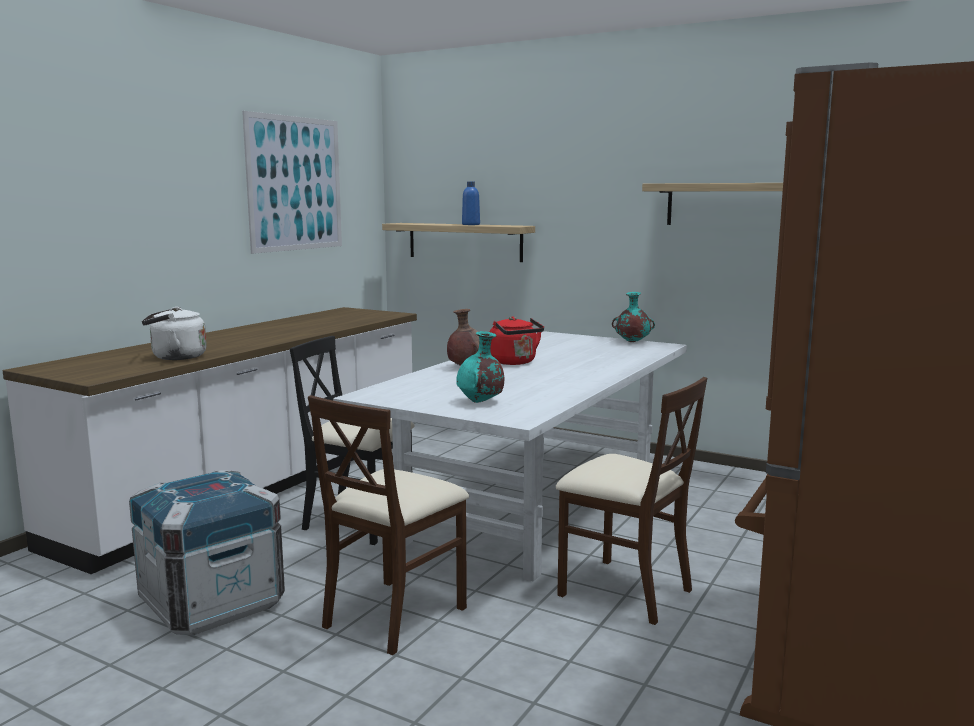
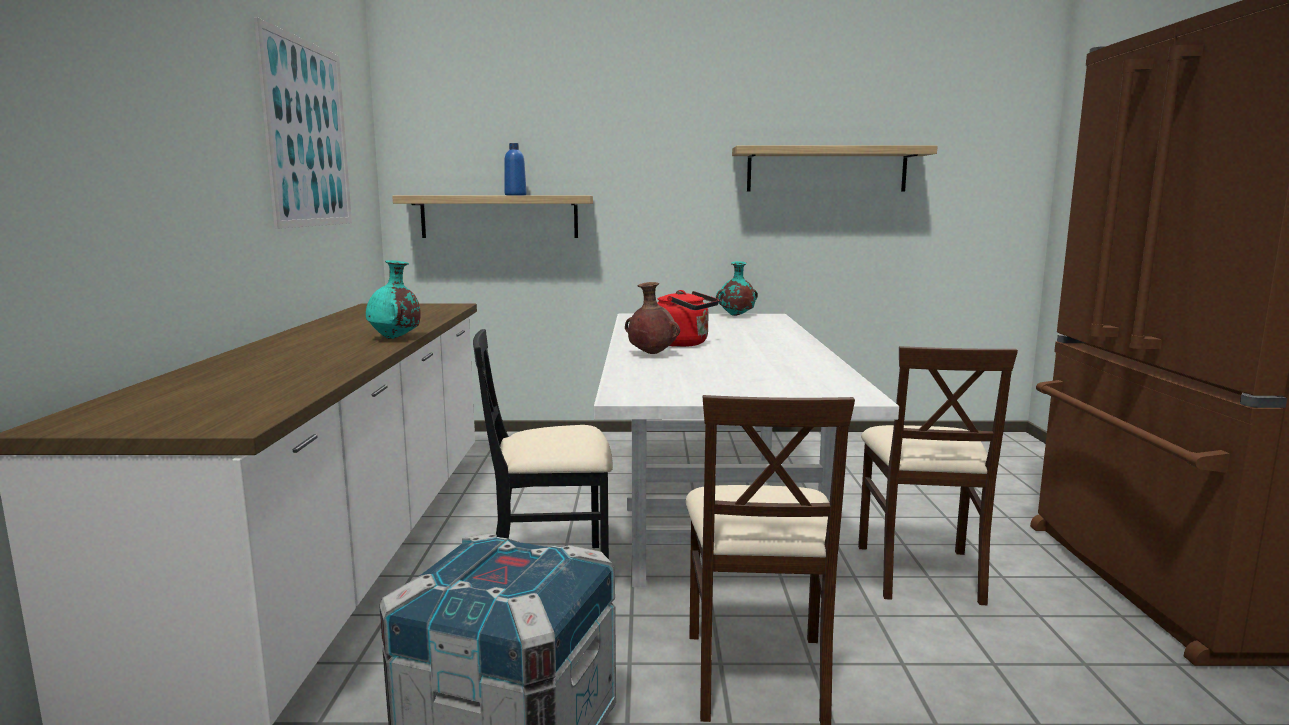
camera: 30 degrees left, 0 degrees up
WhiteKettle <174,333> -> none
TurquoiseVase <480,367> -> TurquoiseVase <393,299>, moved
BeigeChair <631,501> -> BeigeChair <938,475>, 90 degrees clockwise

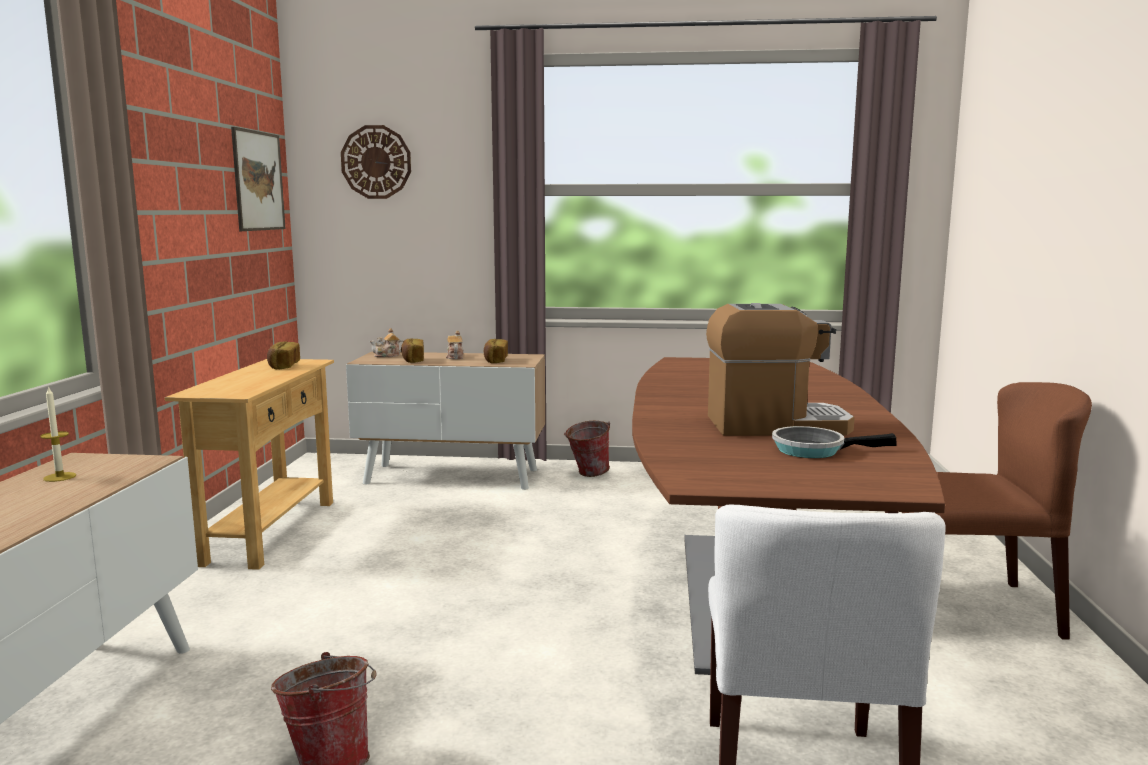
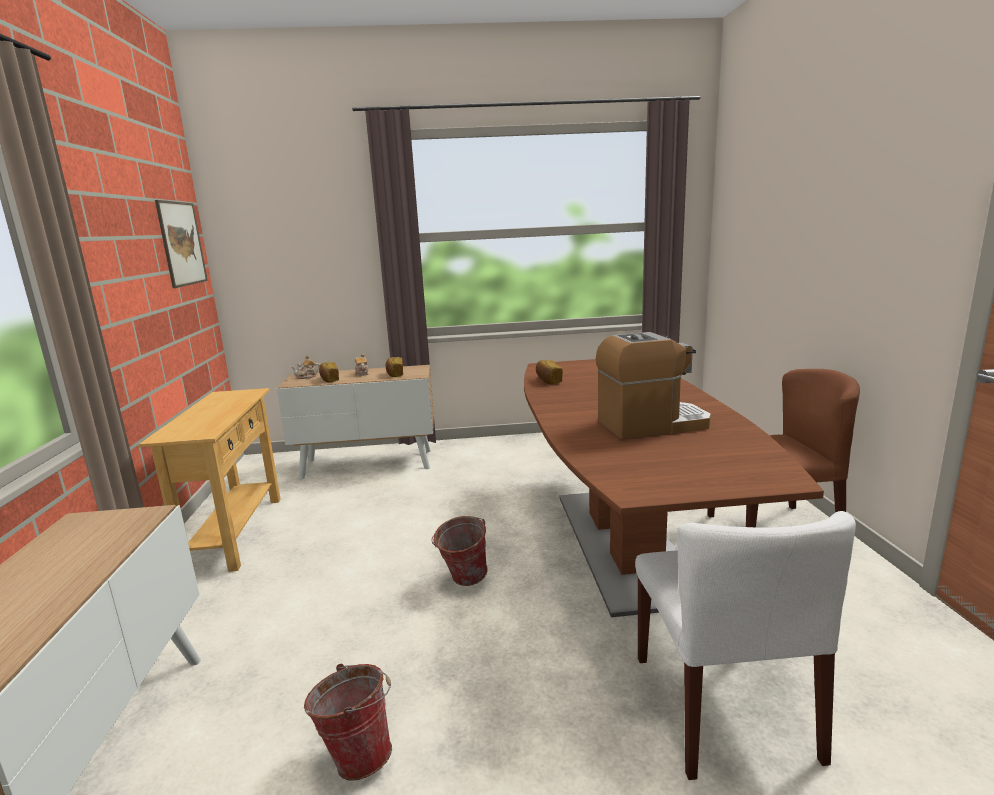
camera: 10 degrees left, 5 degrees up
Candle <58,434> -> none
WallClock <376,162> -> none
FryingPan <834,442> -> none
Bread <283,355> -> Bread <549,372>, moved
Bucket <587,449> -> Bucket <459,551>, moved

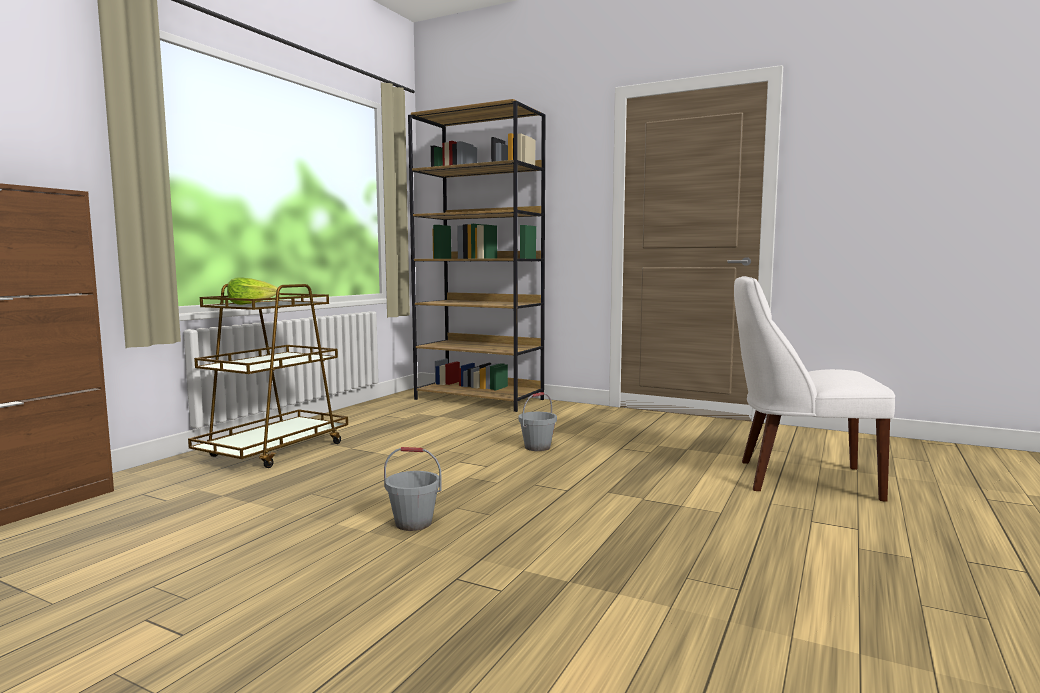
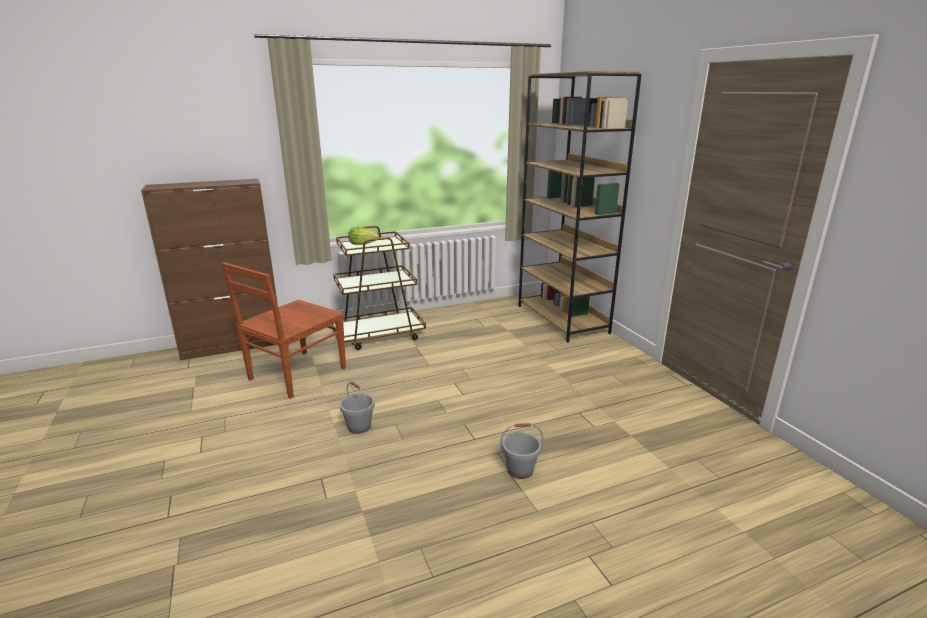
camera: 40 degrees right, 15 degrees up
WhiteChair <814,389> -> none
none -> BrownChair <284,330>
GreyBucket <538,421> -> GreyBucket <521,451>, moved

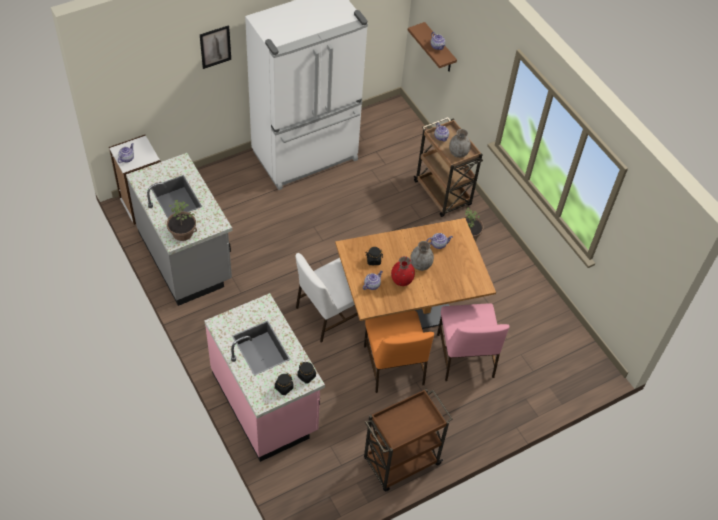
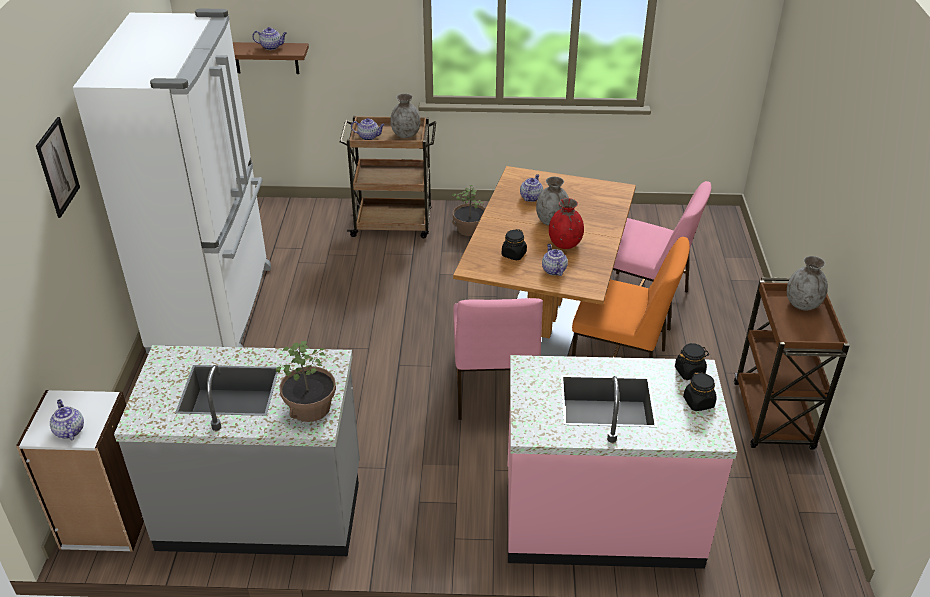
camera: 55 degrees left, 15 degrees down
none -> GreyVase <807,283>
WhiteChair <326,298> -> PinkChair <498,359>

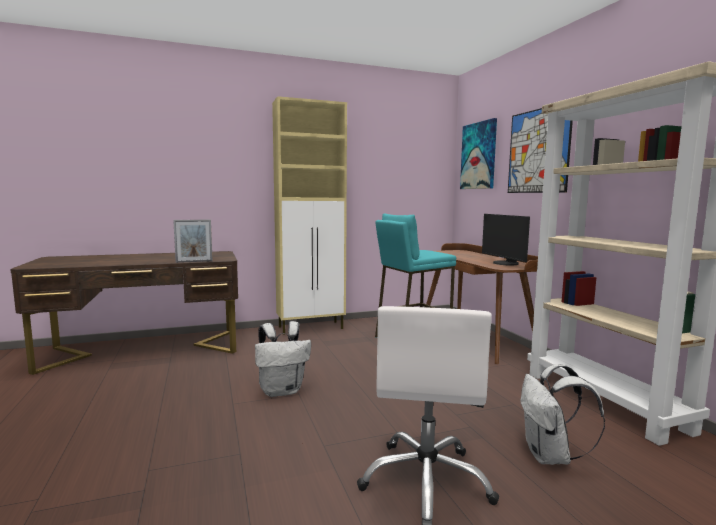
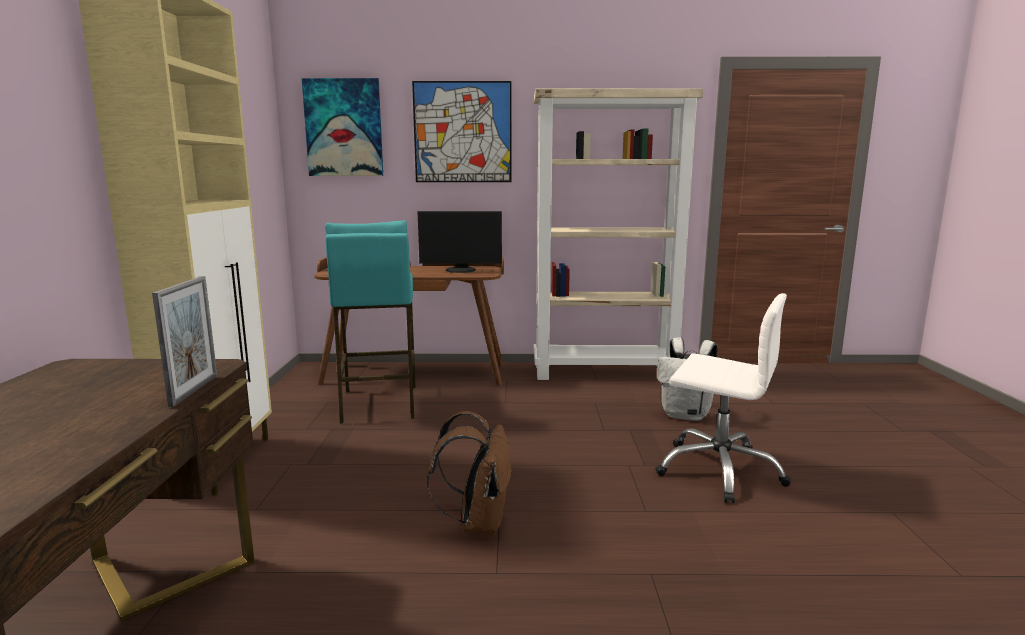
camera: 70 degrees left, 5 degrees up
WhiteBackpack <283,359> -> BrownBackpack <470,473>

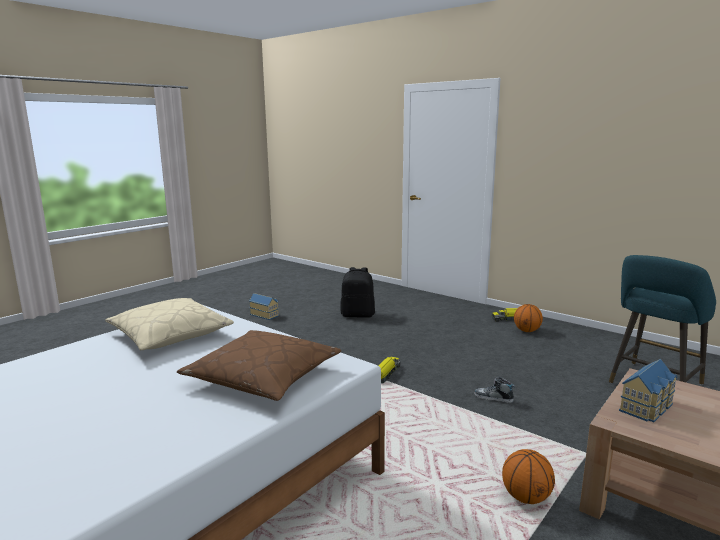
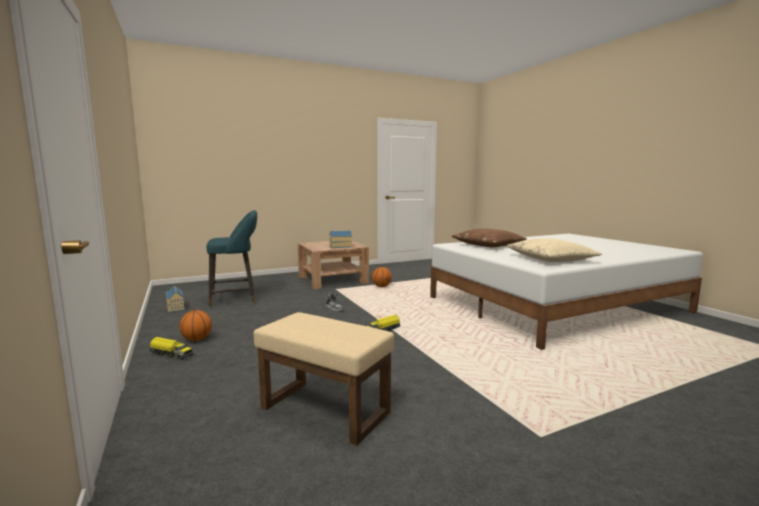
camera: 155 degrees left, 5 degrees down
ToyHouse <264,306> -> ToyHouse <175,299>, moved
BlackBackpack <357,292> -> BeigeOttoman <324,379>

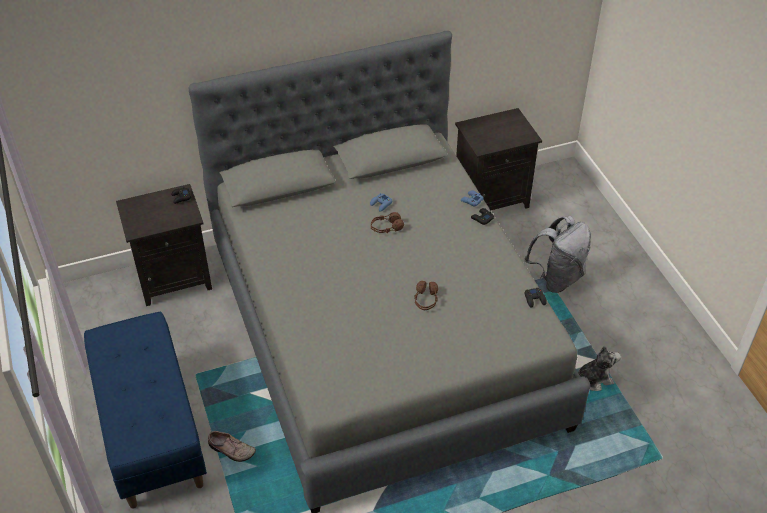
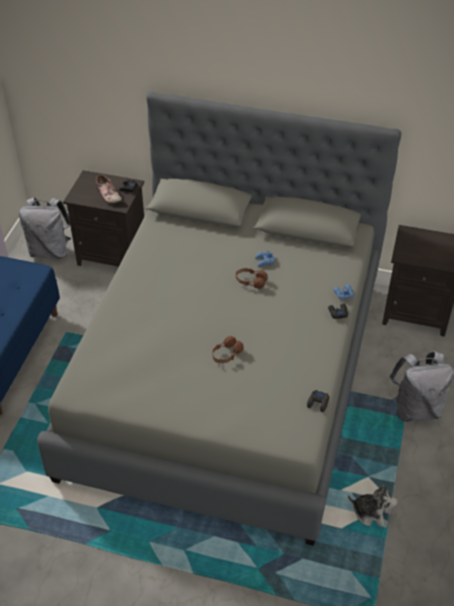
camera: 35 degrees right, 0 degrees up
none -> GreyBackpack <45,228>
Shoe <232,446> -> Shoe <109,189>, moved

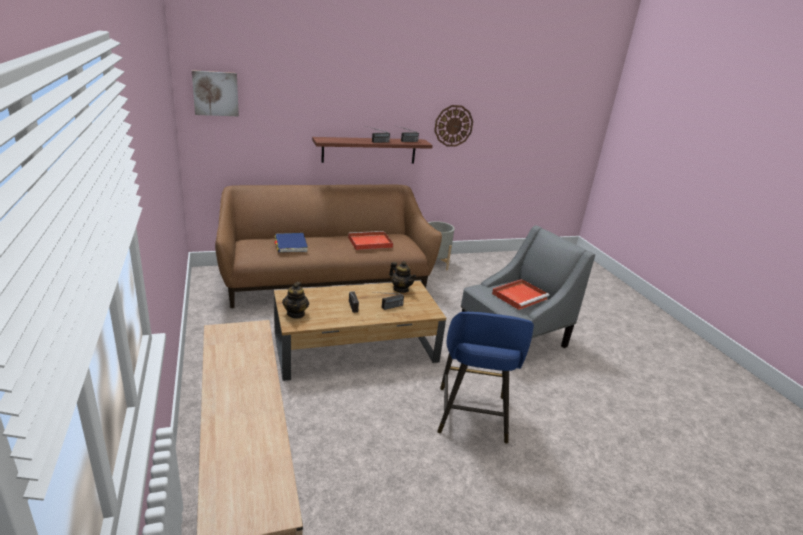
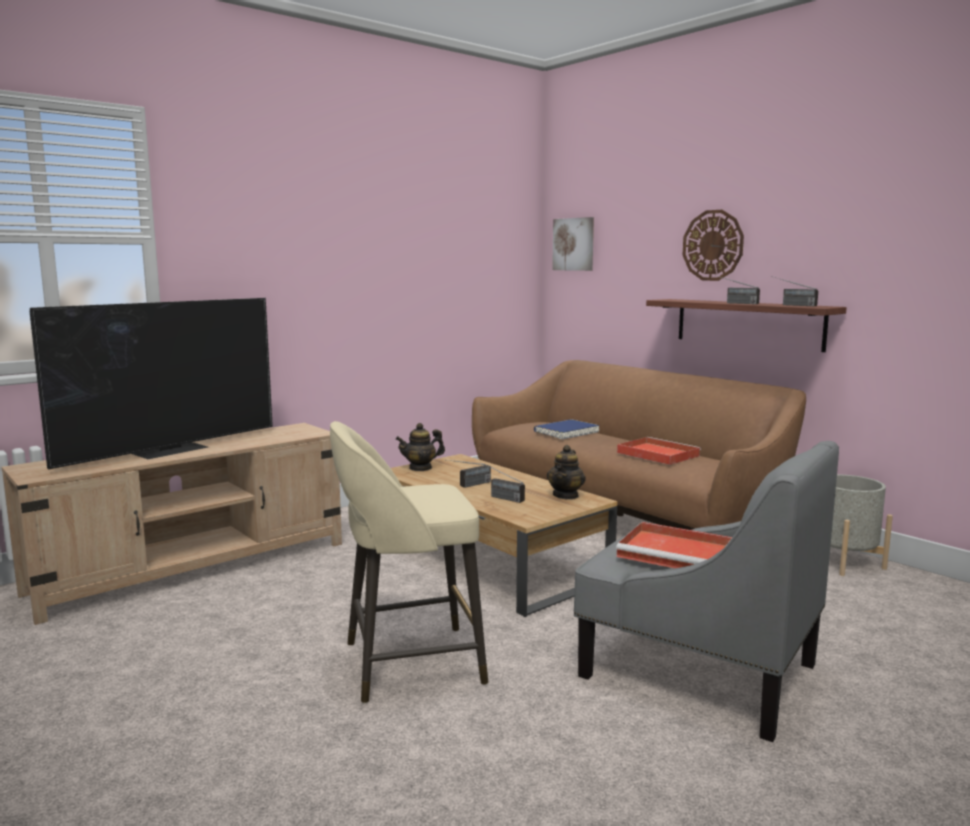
camera: 70 degrees right, 15 degrees down
none -> Television <151,383>
WallClock <453,126> -> WallClock <713,245>, moved
BlueStool <485,378> -> BeigeStool <409,562>

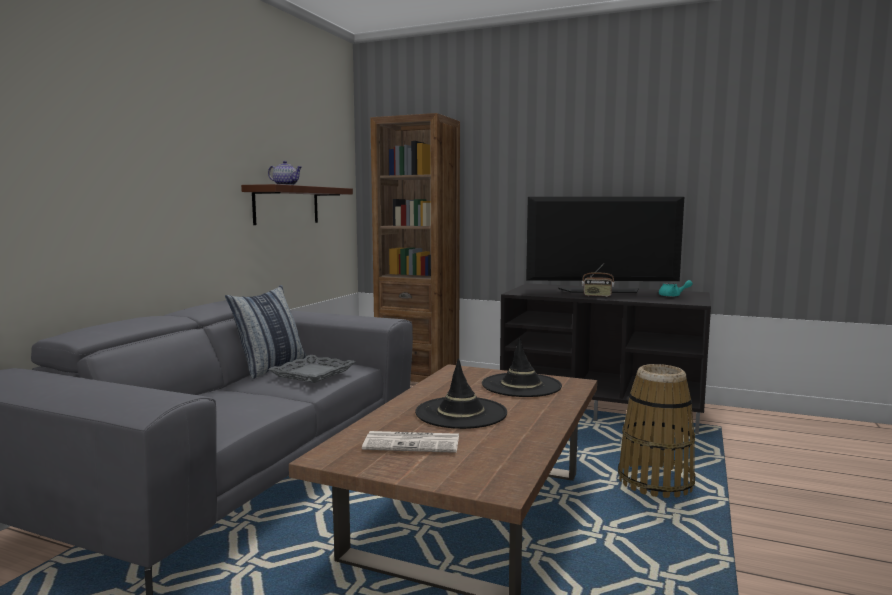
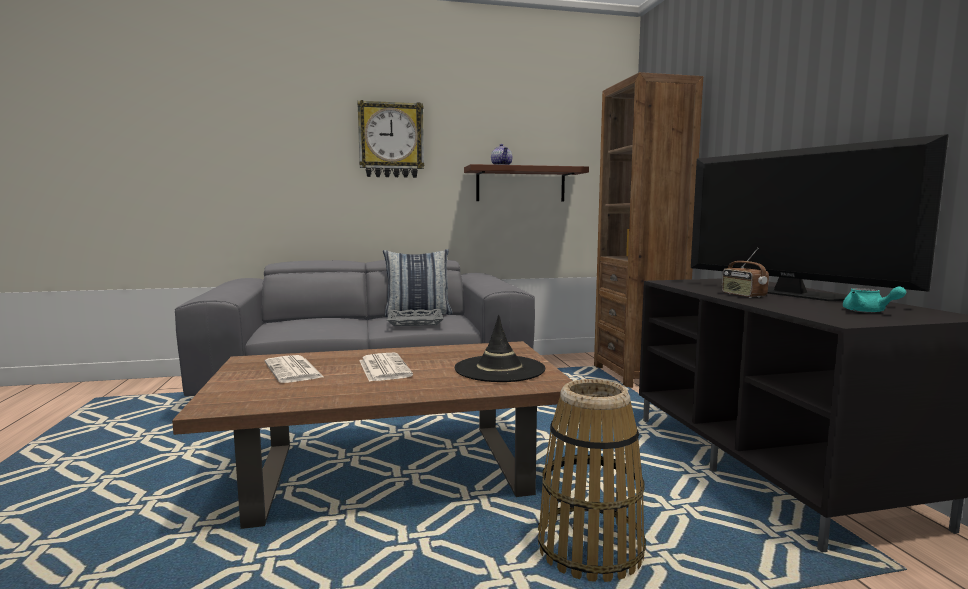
camera: 55 degrees right, 0 degrees up
none -> WallClock <391,139>
BlackHat <461,393> -> Newspaper <386,367>

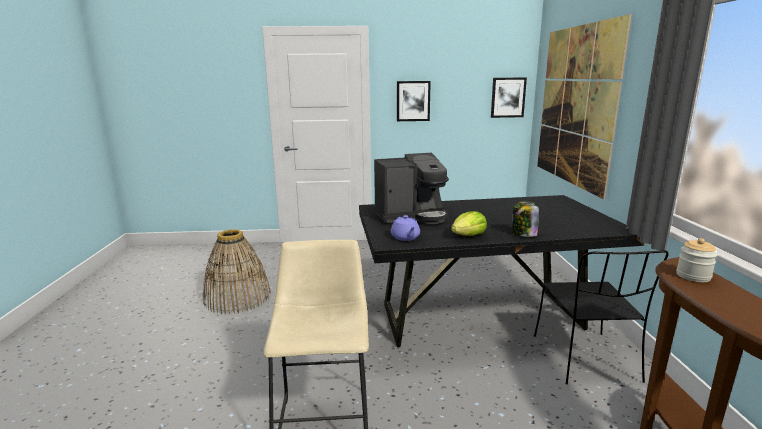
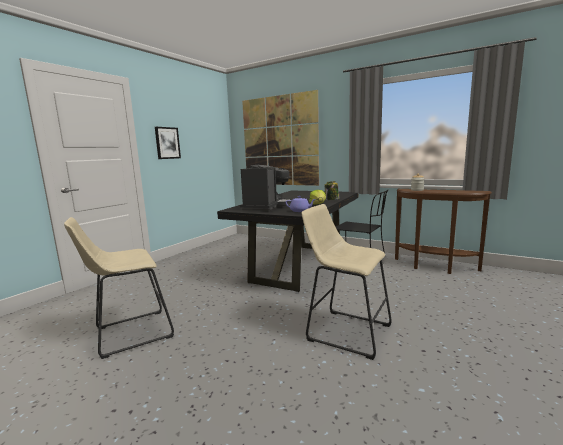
camera: 55 degrees left, 5 degrees down
Picture <509,97> -> none
Basket <237,271> -> BeigeStool <119,288>

